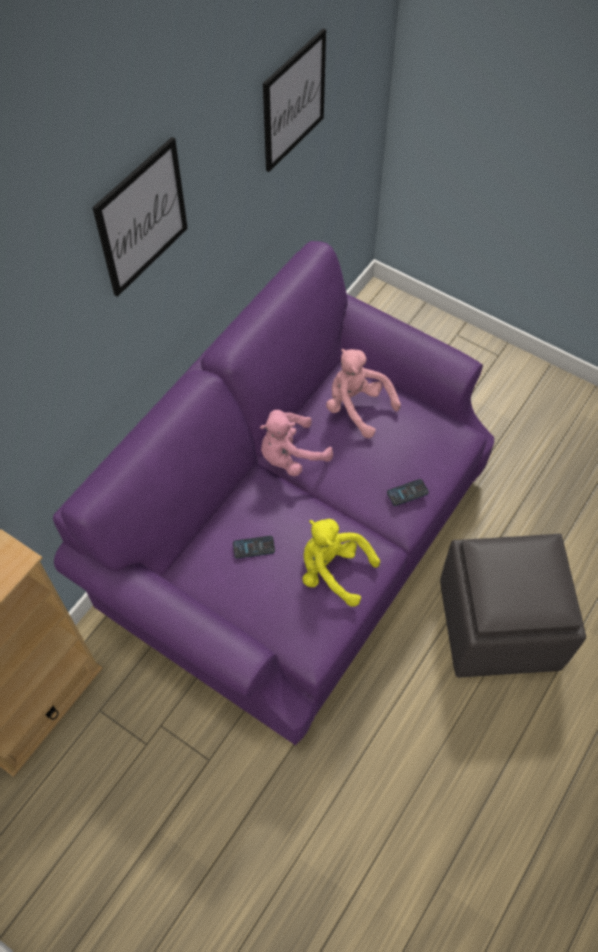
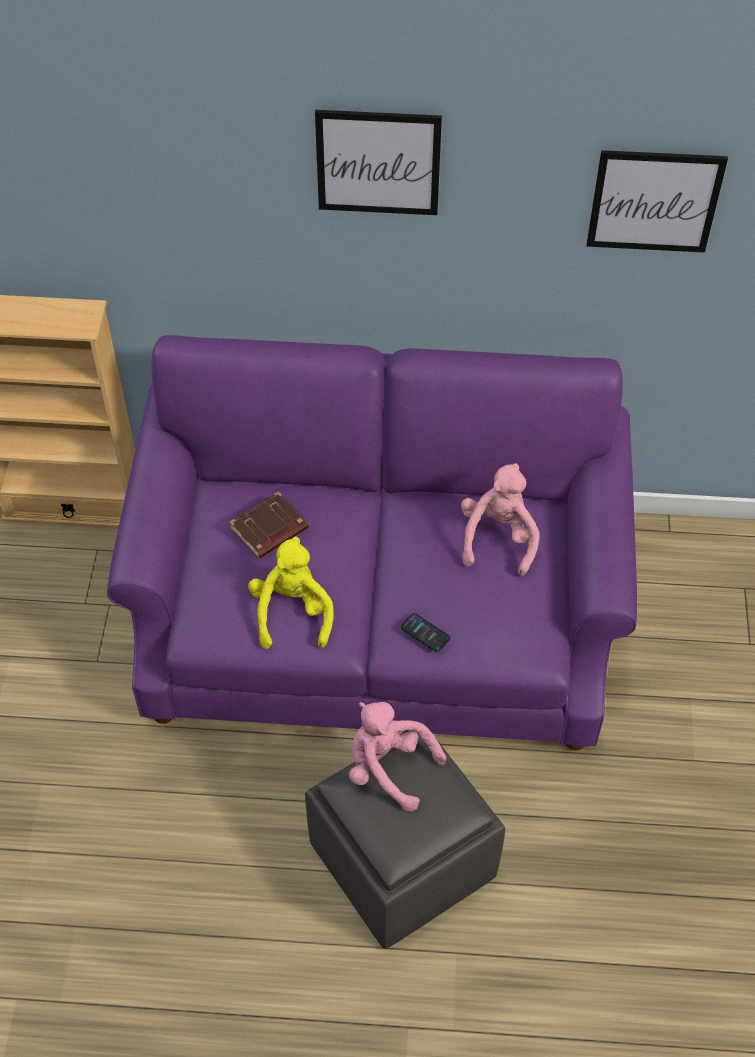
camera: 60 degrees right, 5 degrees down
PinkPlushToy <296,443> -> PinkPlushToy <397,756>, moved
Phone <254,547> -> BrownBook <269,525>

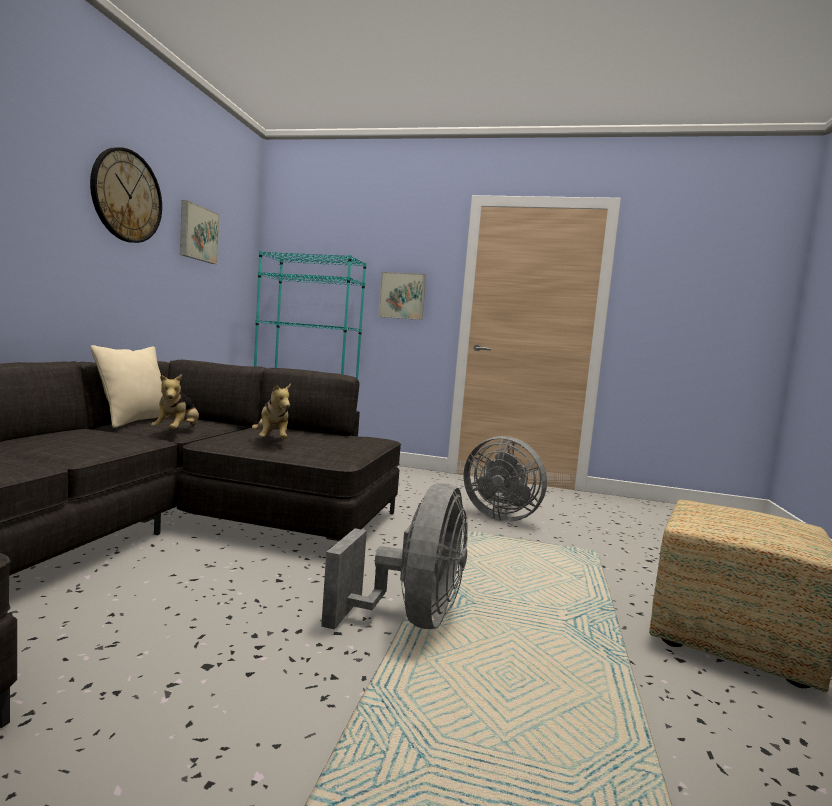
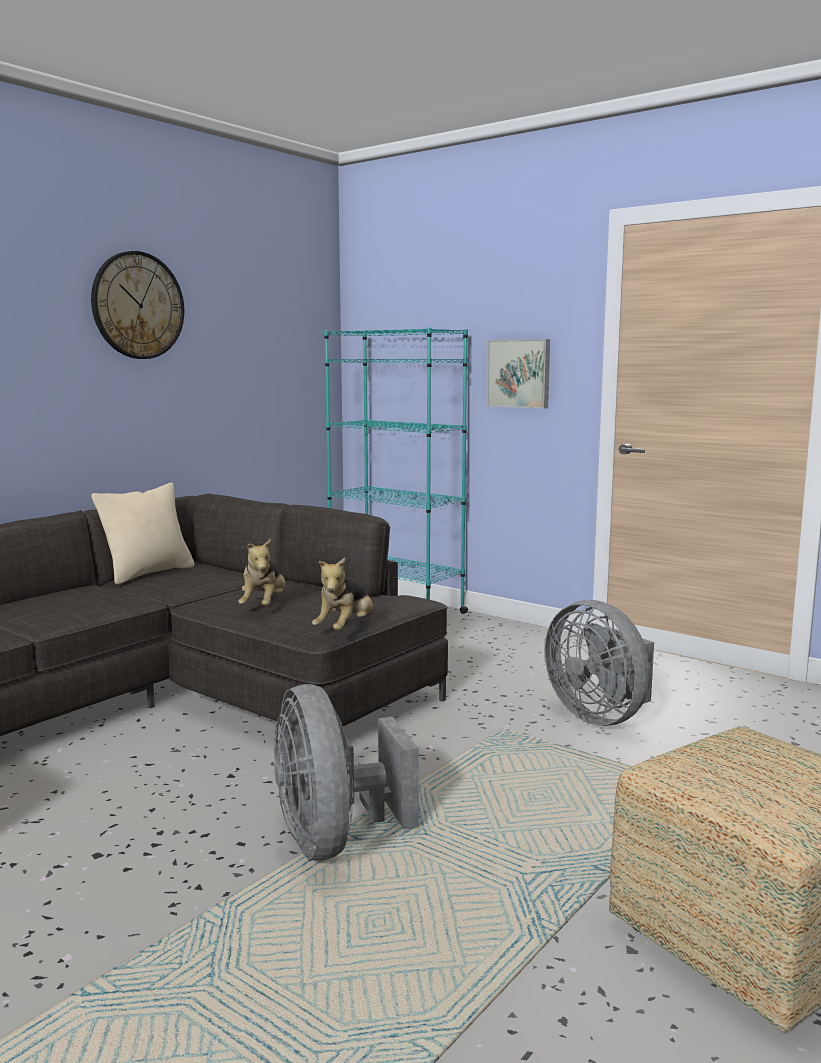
camera: 25 degrees right, 5 degrees up
Picture <200,232> -> none
PlushToy <175,401> -> PlushToy <342,594>, moved
GreyFan <394,556> -> GreyFan <346,772>, 120 degrees clockwise

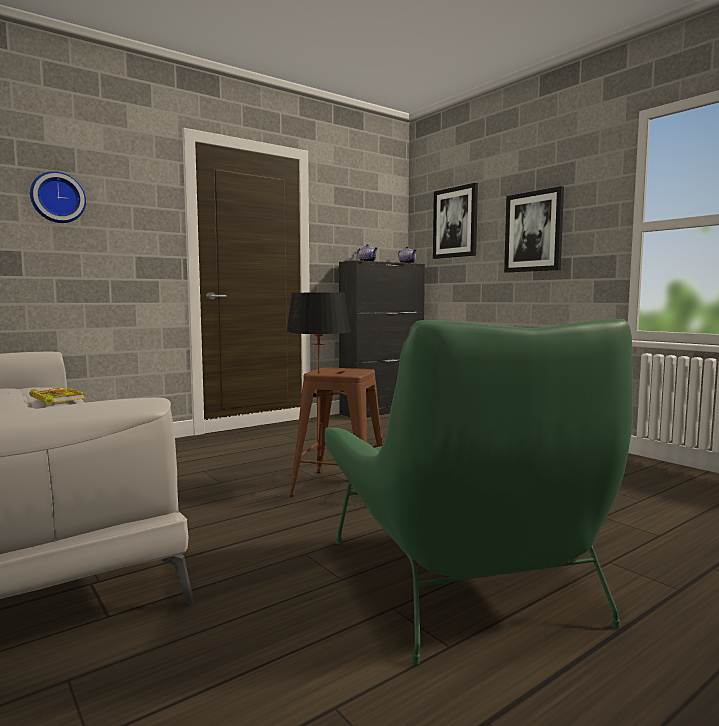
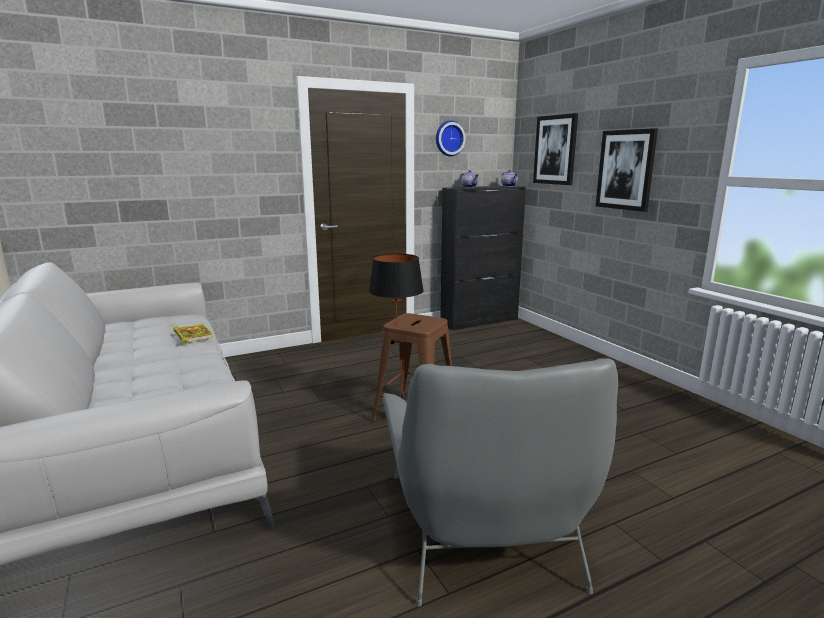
camera: 10 degrees right, 10 degrees up
WallClock <58,197> -> WallClock <451,138>, moved
GreenArmchair <479,491> -> GreyArmchair <500,483>

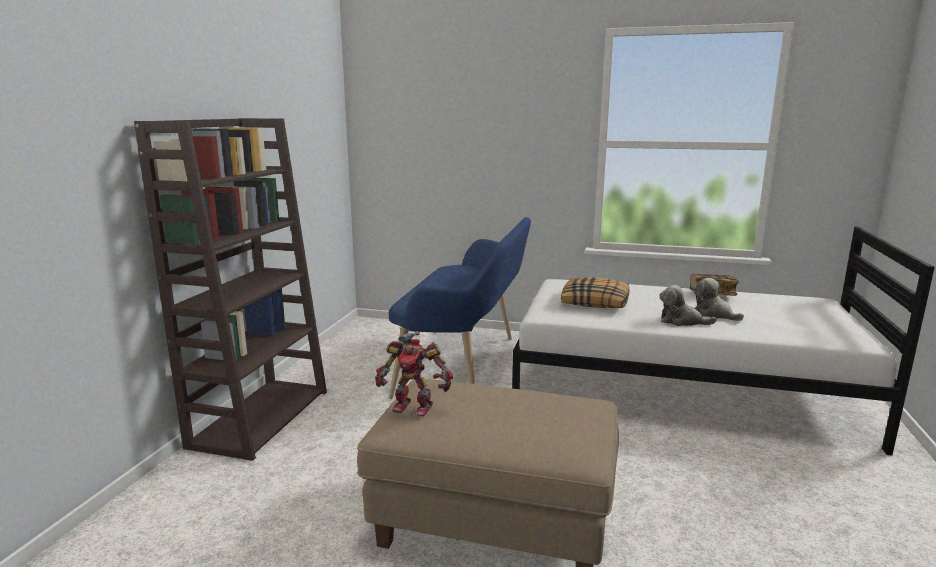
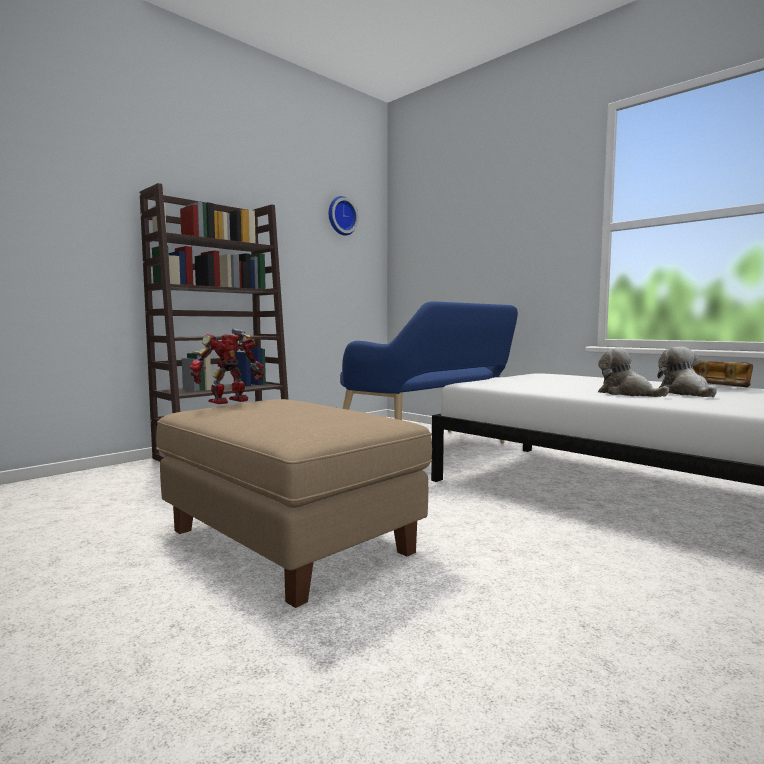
camera: 30 degrees right, 10 degrees down
Pillow <595,292> -> none
none -> WallClock <344,215>
ToyRobot <414,373> -> ToyRobot <227,366>, 90 degrees clockwise

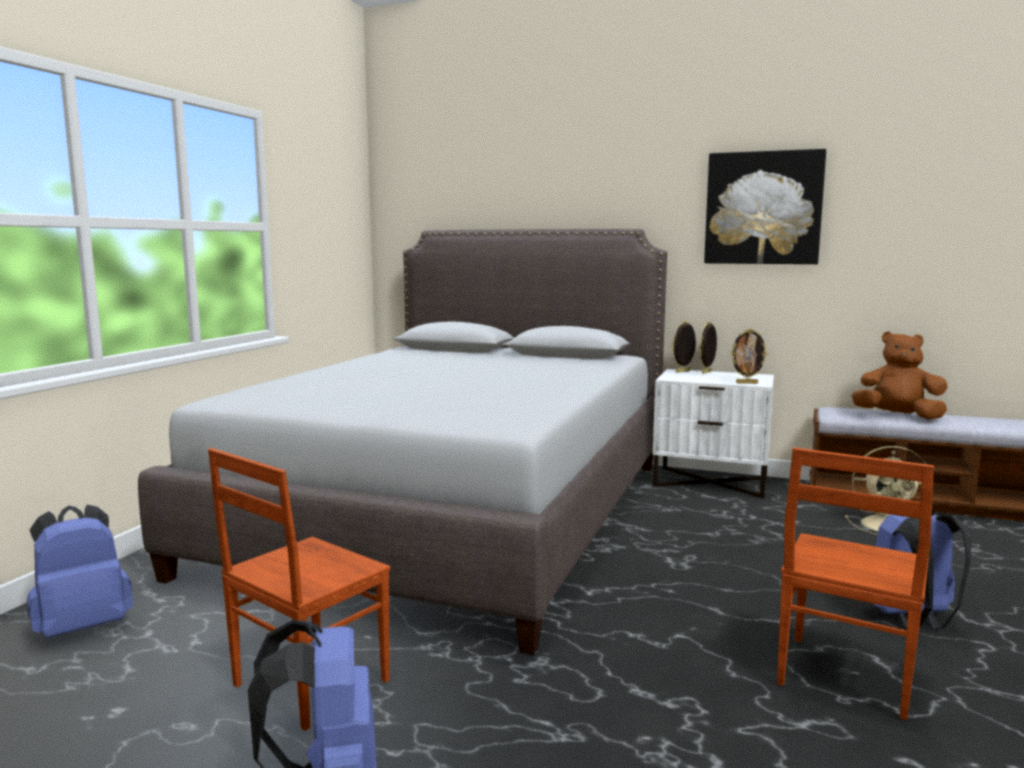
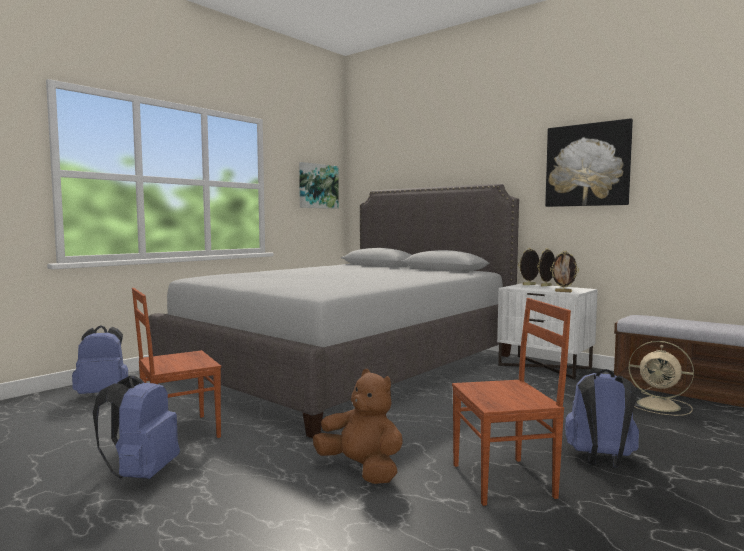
camera: 20 degrees right, 5 degrees down
none -> Picture <319,185>
BrownPlushToy <899,375> -> BrownPlushToy <358,426>, moved
BrownChair <855,584> -> BrownChair <511,402>, 150 degrees counterclockwise

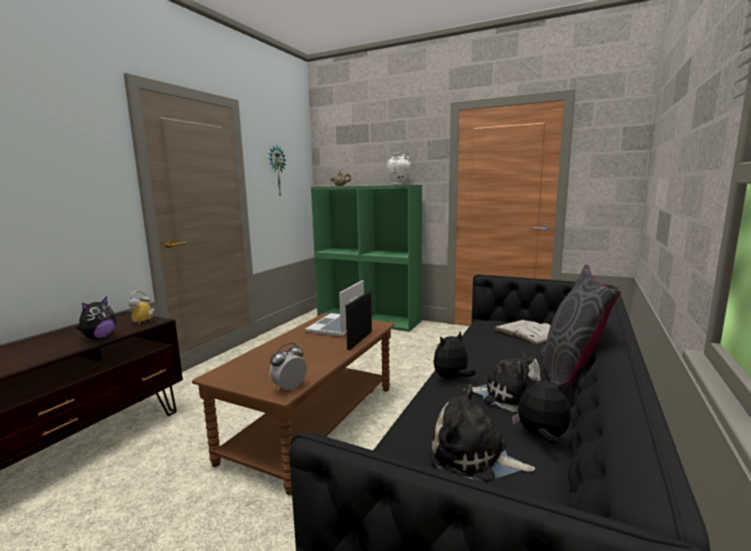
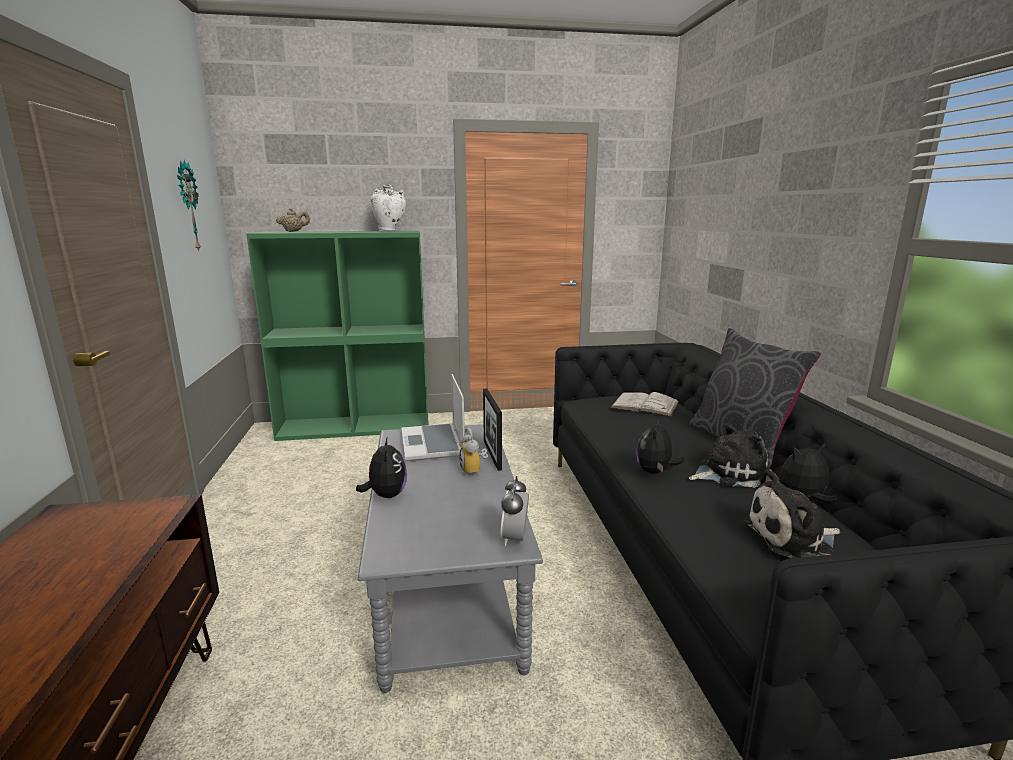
camera: 35 degrees left, 5 degrees up
PlushToy <96,318> -> PlushToy <381,467>, moved
AlarmClock <141,308> -> AlarmClock <473,452>, moved
BrownCoffeeTable <293,404> -> GreyCoffeeTable <450,558>

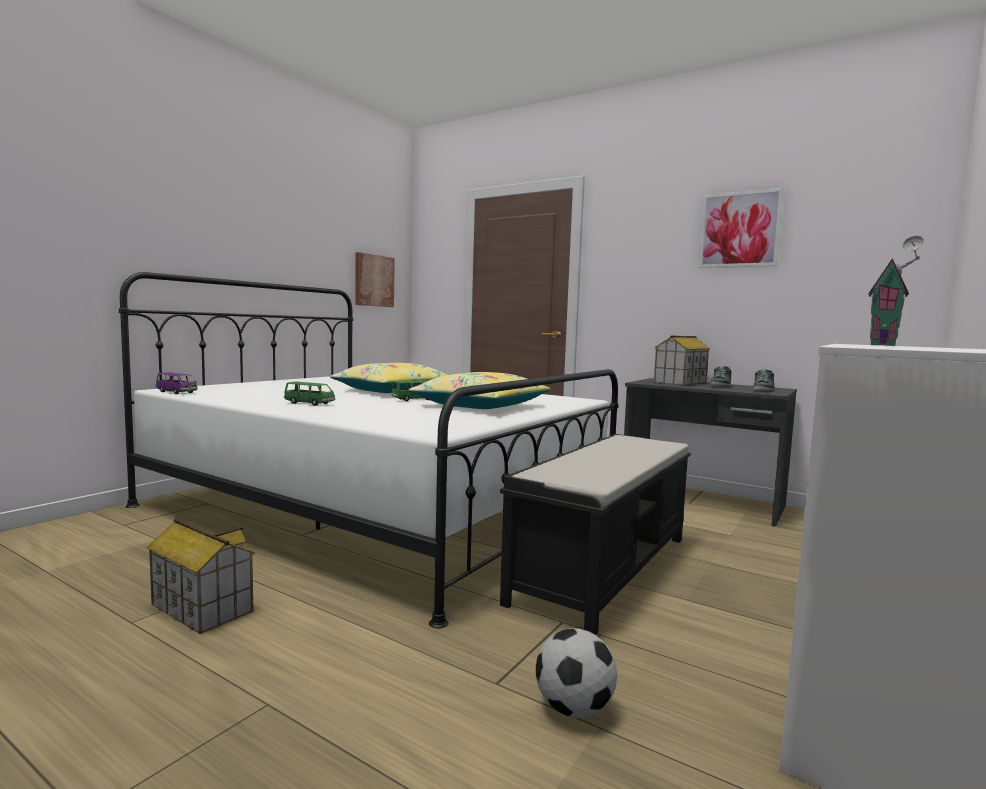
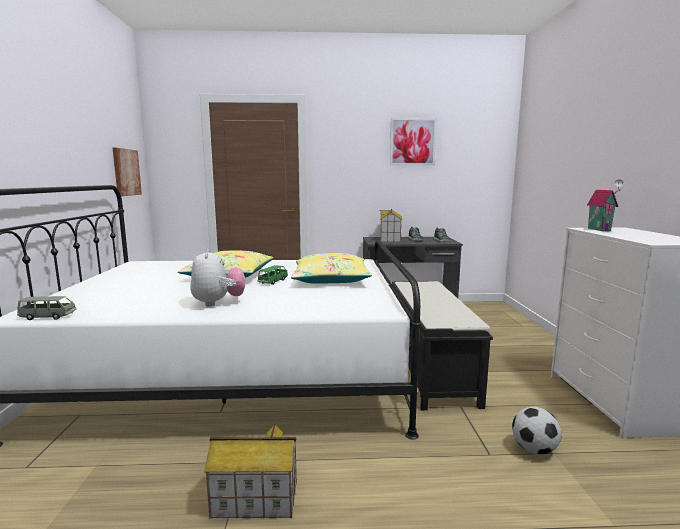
camera: 35 degrees left, 5 degrees up
GreenToyCar <309,394> -> PlushToy <217,278>
PurpleToyCar <177,383> -> GreyToyCar <47,308>

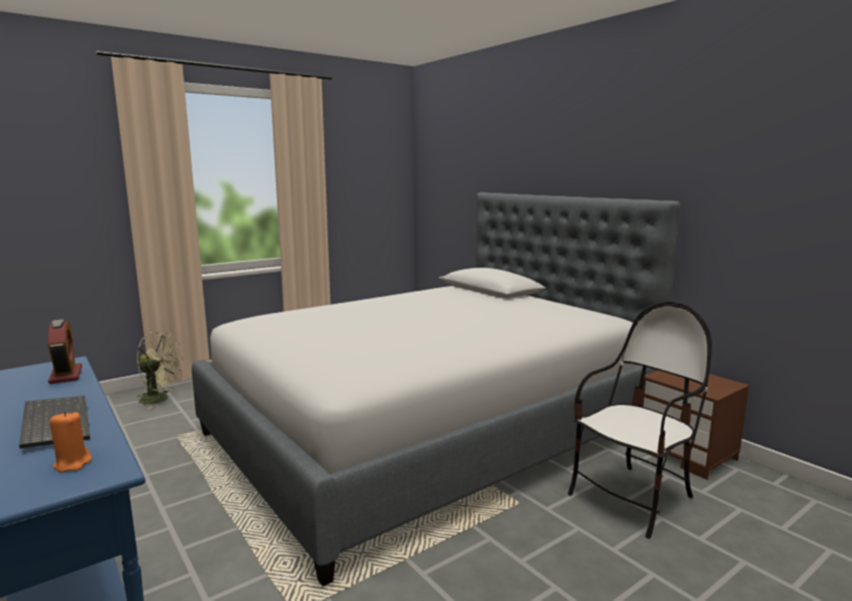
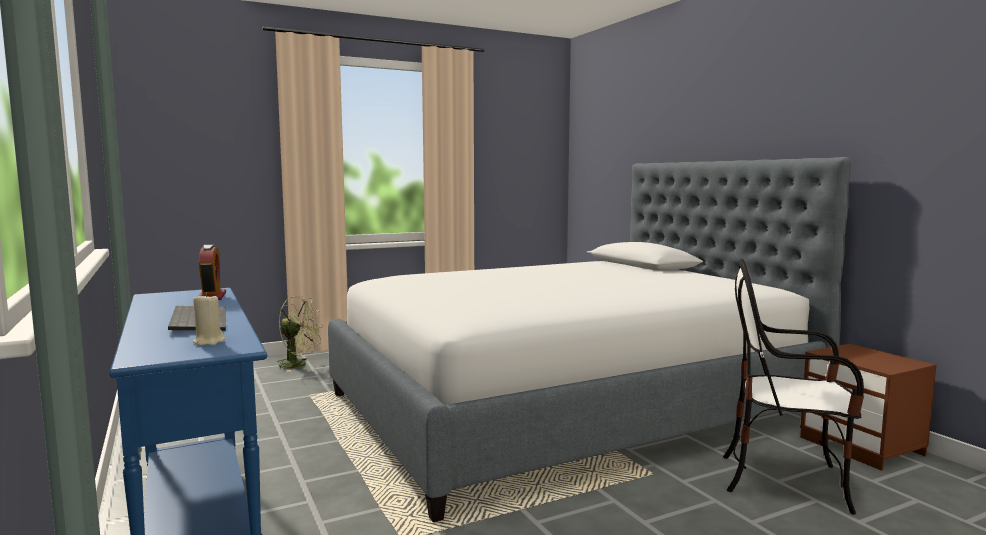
camera: 10 degrees right, 5 degrees down
OrangeCandle <71,441> -> BeigeCandle <209,319>
Chair <640,420> -> Chair <793,387>, 135 degrees counterclockwise

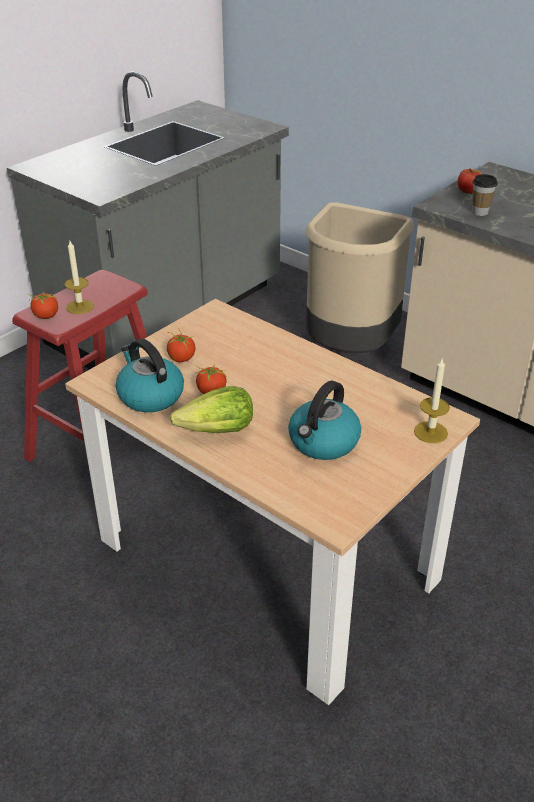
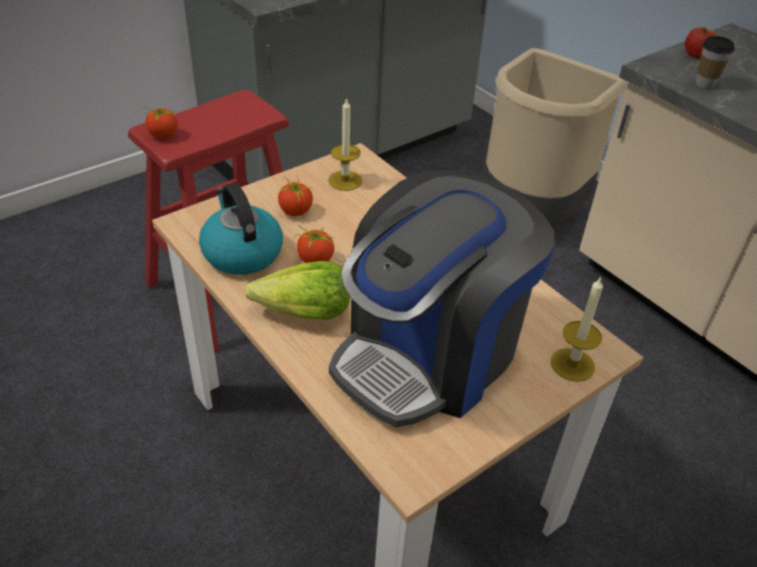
camera: 10 degrees right, 5 degrees up
Candle <79,277> -> Candle <345,144>, moved
Kettle <324,420> -> CoffeeMachine <442,298>

